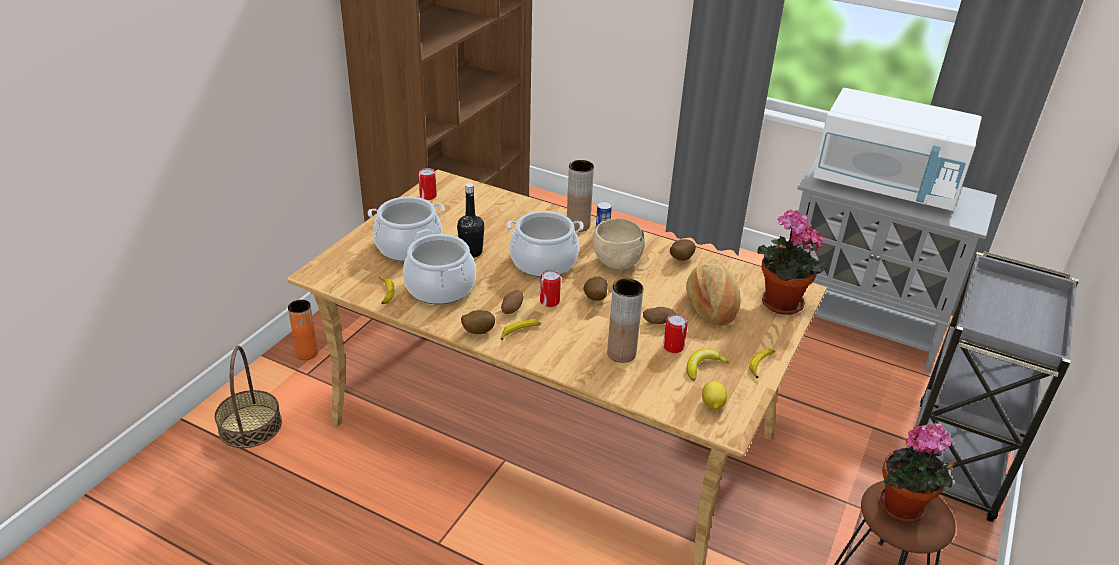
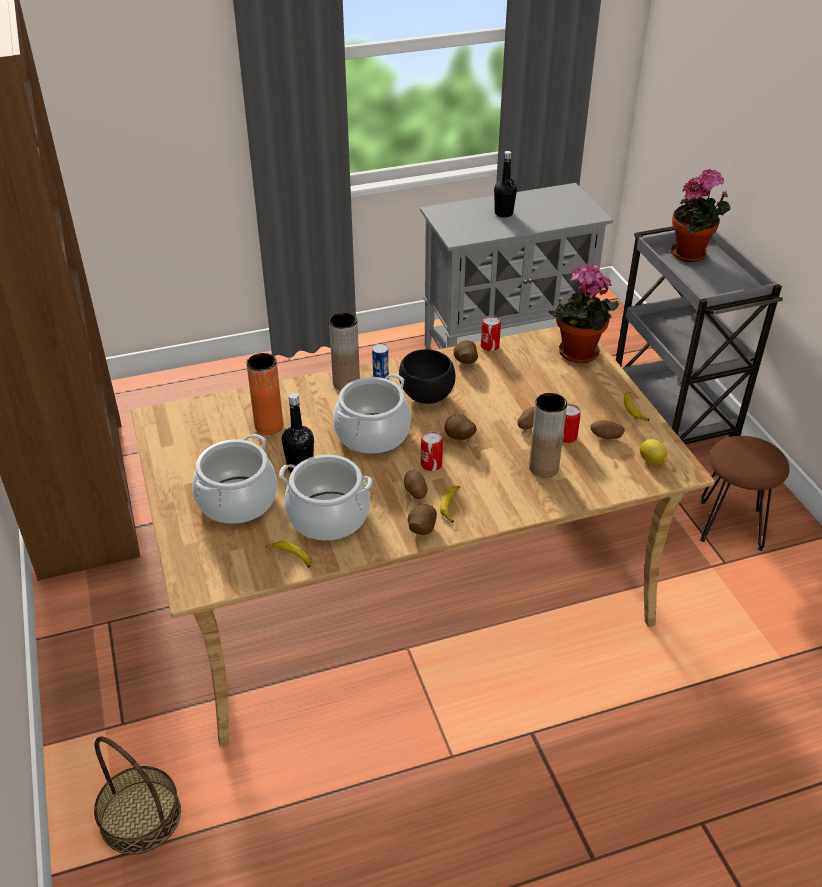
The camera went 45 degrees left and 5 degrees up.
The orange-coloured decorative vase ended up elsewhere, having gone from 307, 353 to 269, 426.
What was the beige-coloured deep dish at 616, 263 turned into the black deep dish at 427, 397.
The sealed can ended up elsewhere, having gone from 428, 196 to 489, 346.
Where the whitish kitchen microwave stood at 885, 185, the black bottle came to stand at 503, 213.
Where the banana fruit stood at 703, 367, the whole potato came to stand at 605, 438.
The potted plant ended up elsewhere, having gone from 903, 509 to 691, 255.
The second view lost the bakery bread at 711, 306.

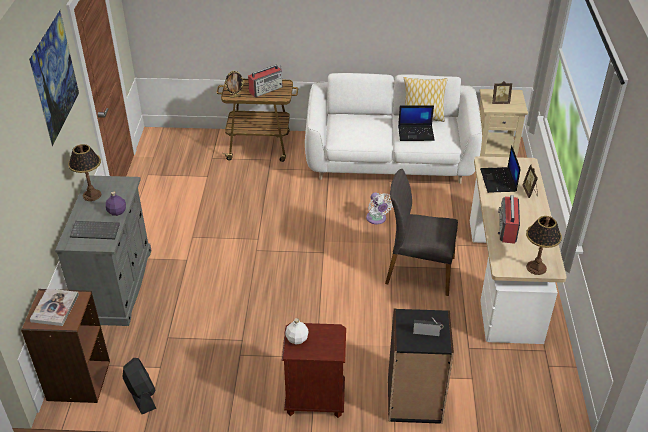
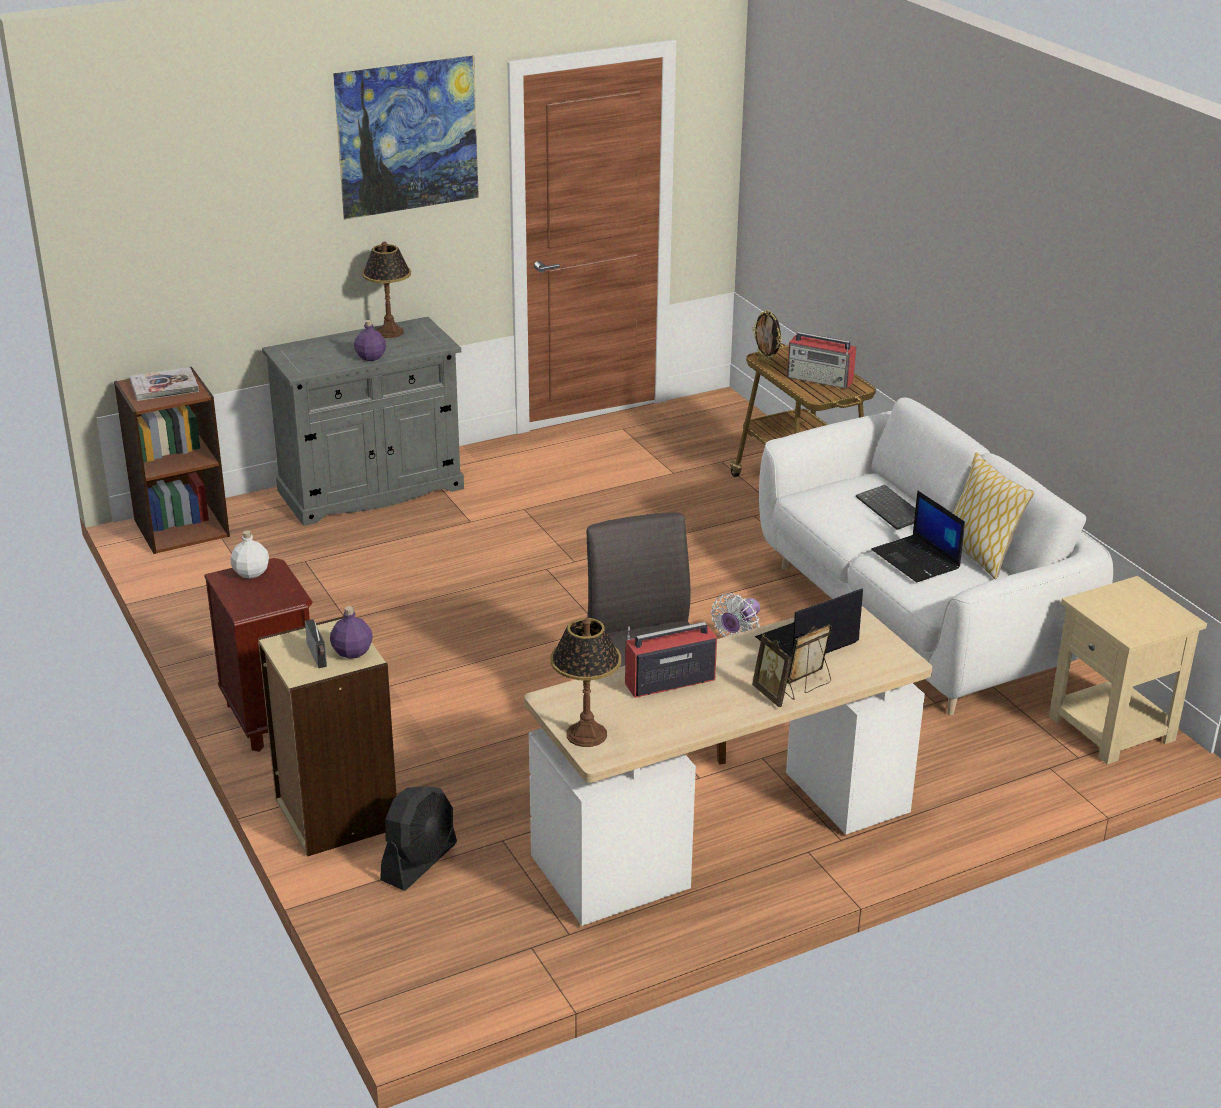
The camera went 60 degrees right and 10 degrees down.
What was the black bookshelf at 414, 401 turned into the beige-coloured bookshelf at 335, 814.
The second view gained the purple-coloured bottle at 351, 652.
The black fan ended up elsewhere, having gone from 141, 395 to 419, 862.
The photo frame ended up elsewhere, having gone from 500, 102 to 774, 695.
The keyboard ended up elsewhere, having gone from 96, 230 to 892, 509.

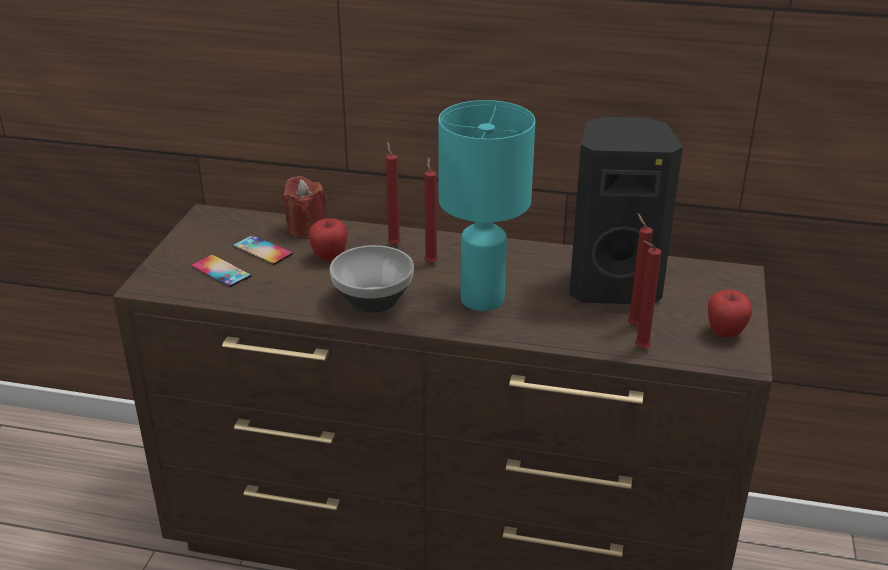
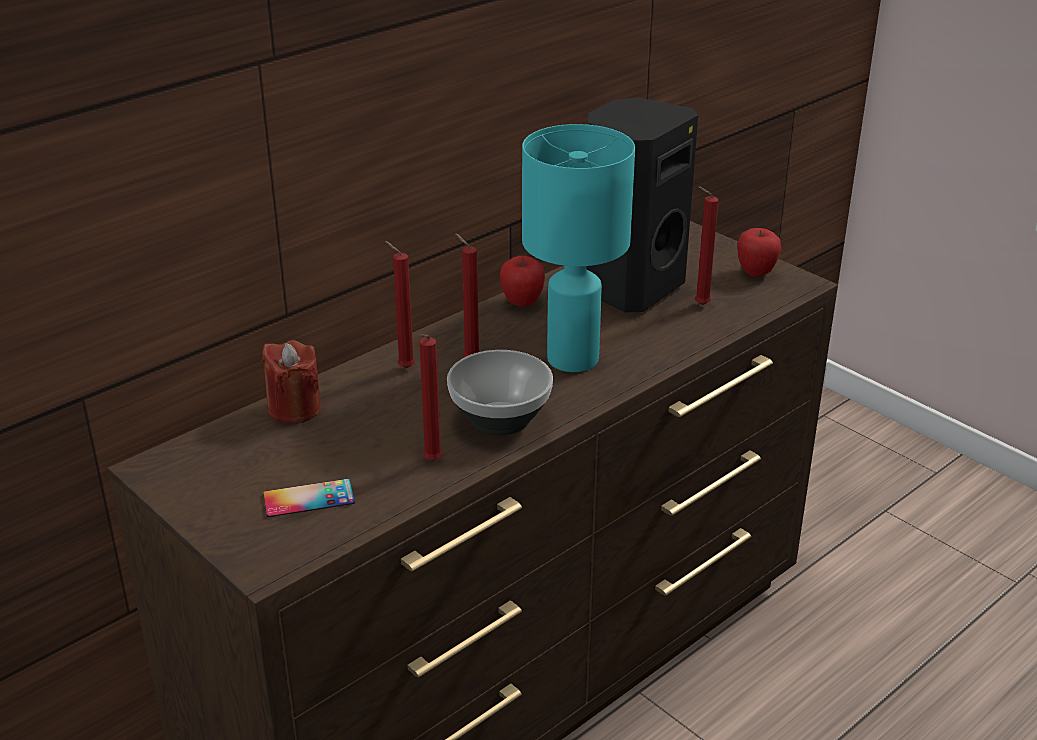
The camera went 55 degrees left and 0 degrees up.
The red-coloured candle ended up elsewhere, having gone from 639, 349 to 431, 462.
The whole apple ended up elsewhere, having gone from 329, 258 to 522, 303.
The second view lost the telephone at 263, 250.

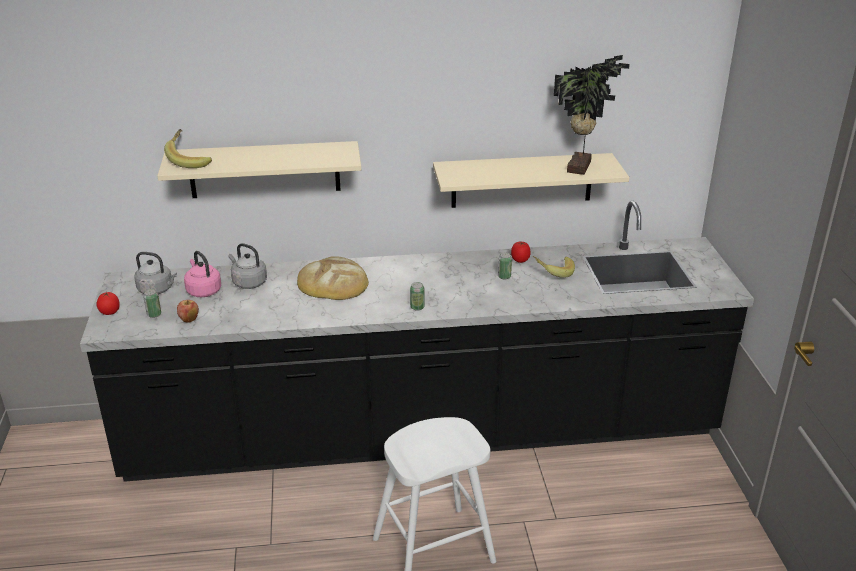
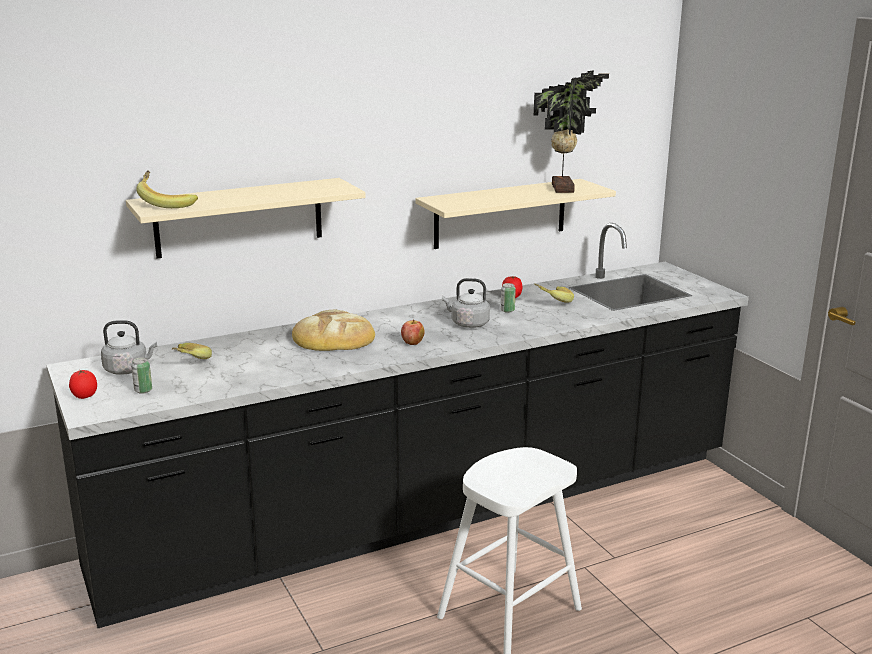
The camera went 20 degrees left and 10 degrees down.
Where the pink-coloured kettle stood at 203, 290, the banana fruit came to stand at 186, 363.
The whole apple ended up elsewhere, having gone from 189, 320 to 412, 343.
The gray kettle ended up elsewhere, having gone from 248, 282 to 467, 324.
The second view lost the sealed can at 417, 307.

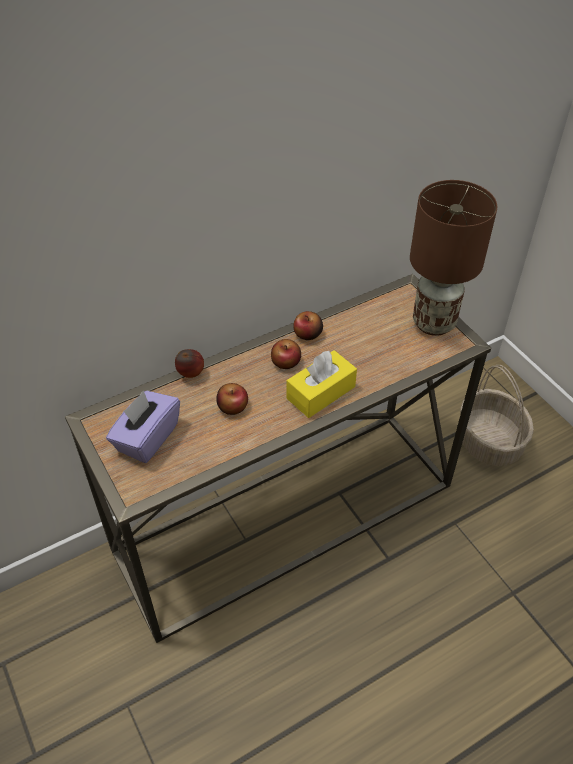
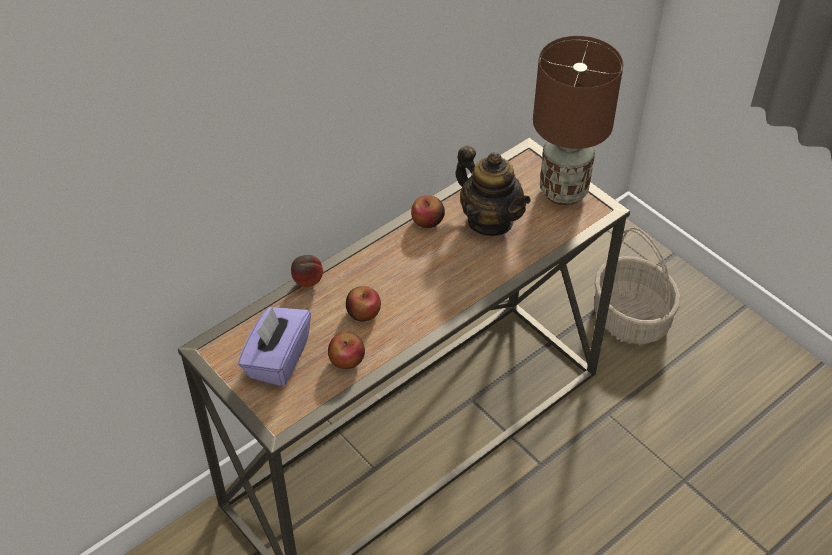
The camera went 10 degrees left and 0 degrees up.
The whole apple ended up elsewhere, having gone from 286, 362 to 347, 359.
The second view gained the tea pot at 490, 220.
The second view lost the yellow-coloured box of tissues at 321, 392.

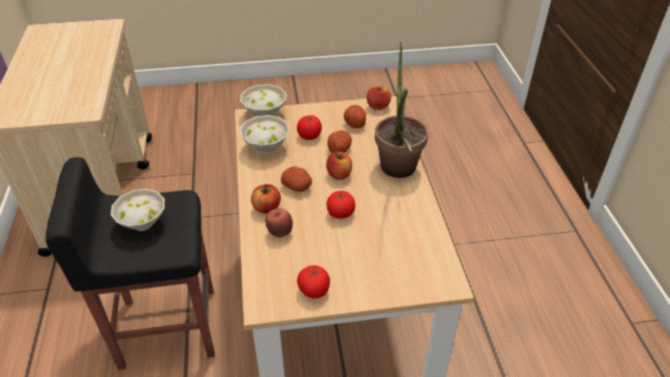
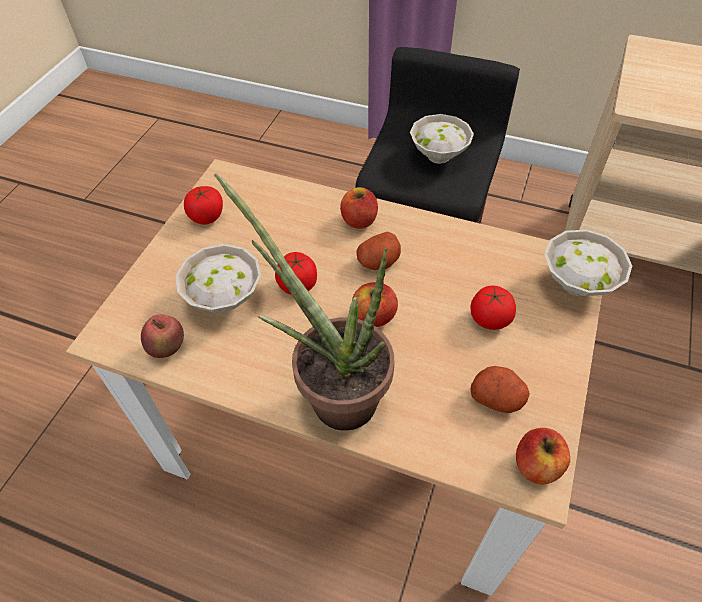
The camera went 120 degrees right and 10 degrees up.
The whole apple ended up elsewhere, having gone from 279, 232 to 168, 348.
The whitish deep dish ended up elsewhere, having gone from 266, 147 to 227, 299.
The second view lost the whole potato at 339, 149.

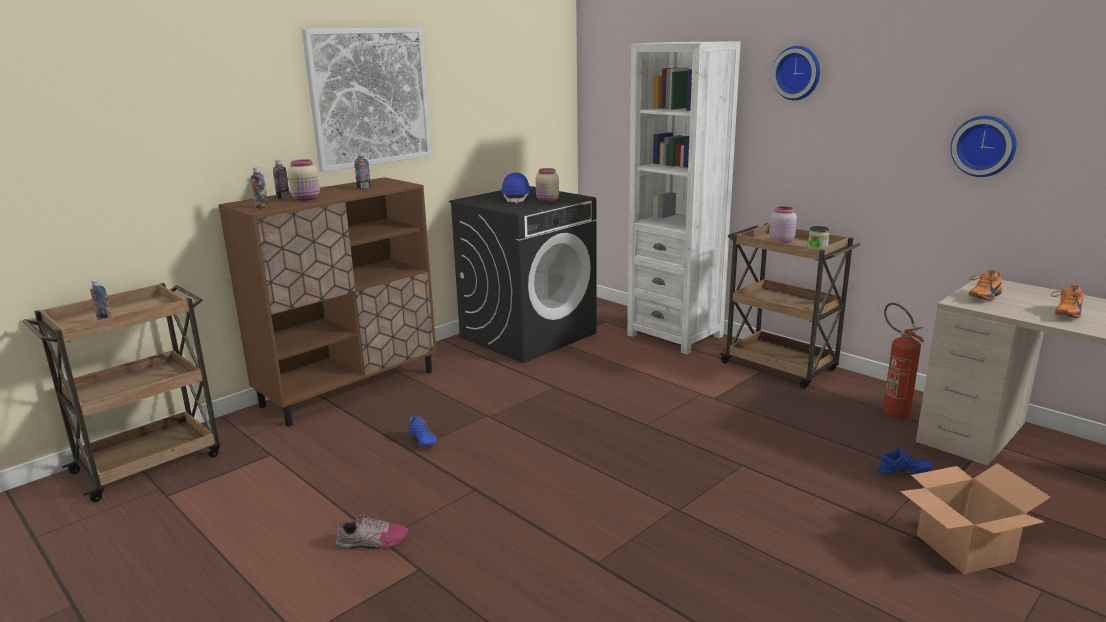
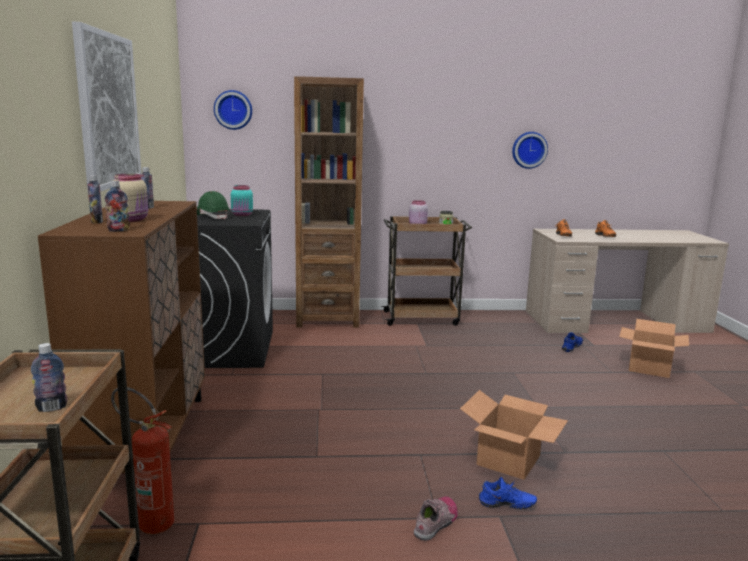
The camera went 50 degrees left and 5 degrees down.
The fire-fighting cylinder ended up elsewhere, having gone from 891, 410 to 149, 522.
What was the blue-coloured safety helmet at 516, 199 turned into the green-coloured safety helmet at 212, 217.
The hanging clock ended up elsewhere, having gone from 798, 73 to 233, 110.
What was the beige-coloured jar at 547, 200 turned into the turquoise jar at 242, 215.
What was the whitish bookshelf at 675, 335 turned into the brownish bookshelf at 327, 319.
The second view gained the packing box at 508, 460.
The blue-coloured low shoe ended up elsewhere, having gone from 421, 442 to 507, 506.

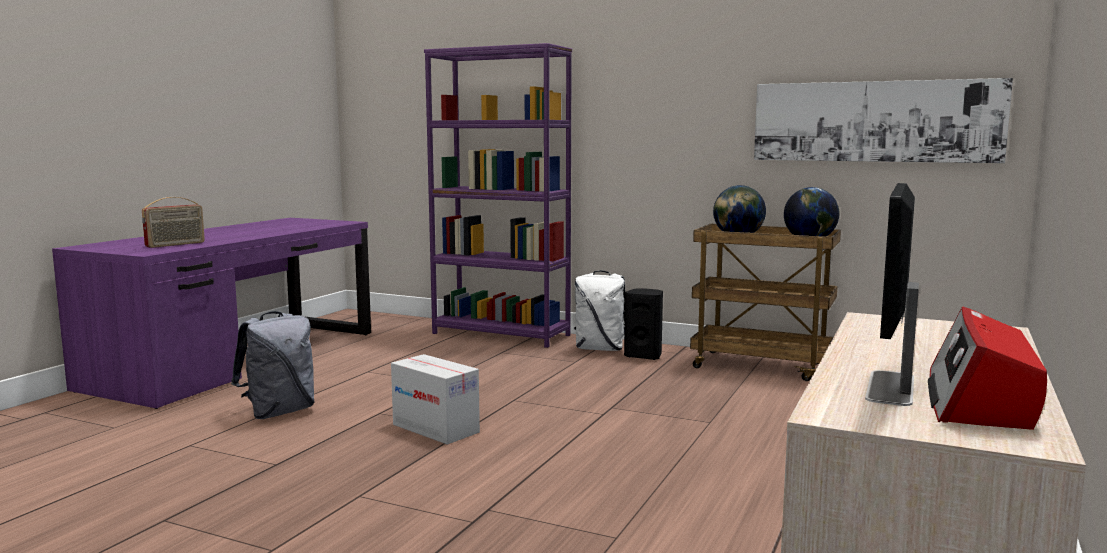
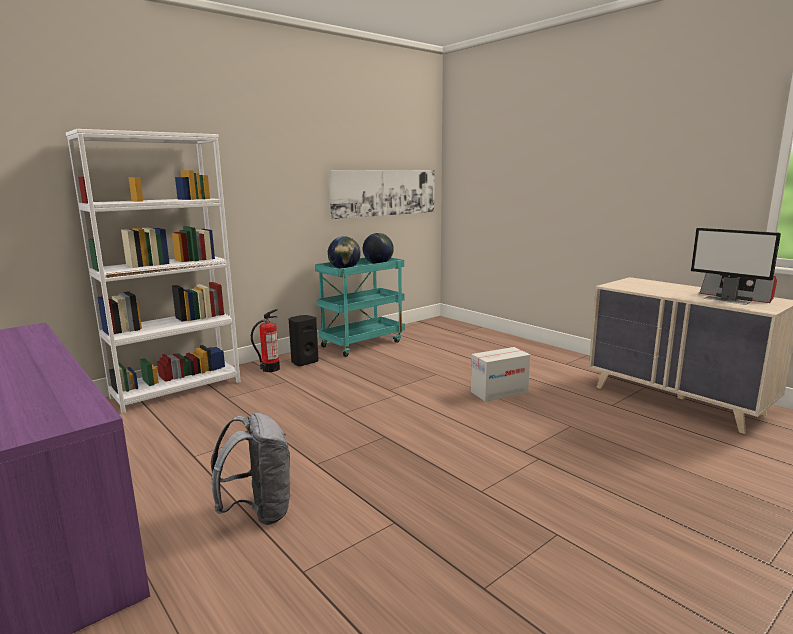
The camera went 65 degrees left and 5 degrees up.
What was the purple-coloured bookshelf at 501, 334 turned into the whitish bookshelf at 177, 389.
Where the whitish backpack stood at 601, 349, the fire-fighting cylinder came to stand at 270, 369.
What was the brownish trolley at 762, 366 turned into the turquoise trolley at 362, 343.
The packing box ended up elsewhere, having gone from 435, 428 to 499, 392.
The second view lost the radio set at 175, 244.

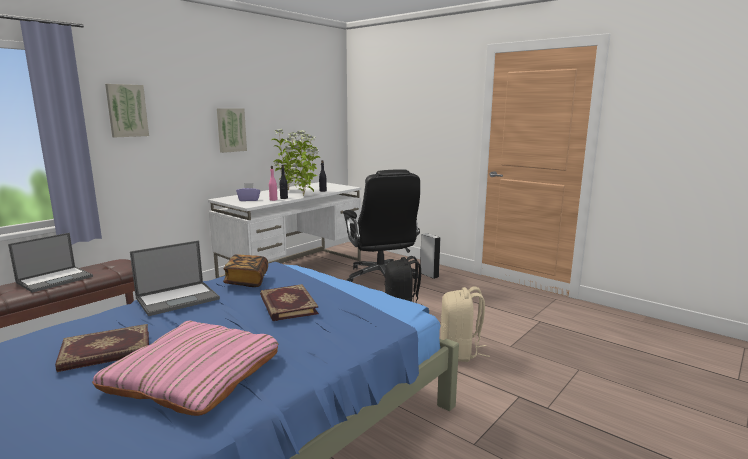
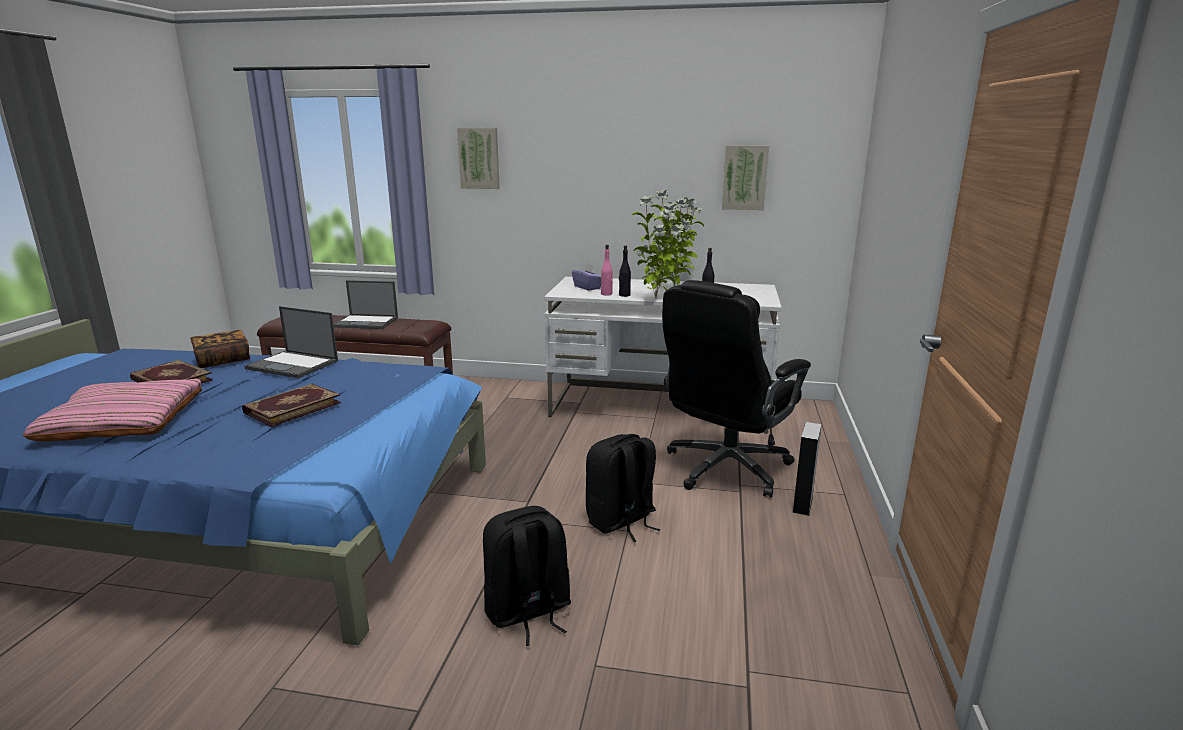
The camera went 60 degrees right and 5 degrees up.
The bound book ended up elsewhere, having gone from 247, 280 to 223, 360.
What was the beige-coloured backpack at 460, 352 turned into the black backpack at 528, 612.
The picture ended up elsewhere, having gone from 231, 130 to 744, 177.

